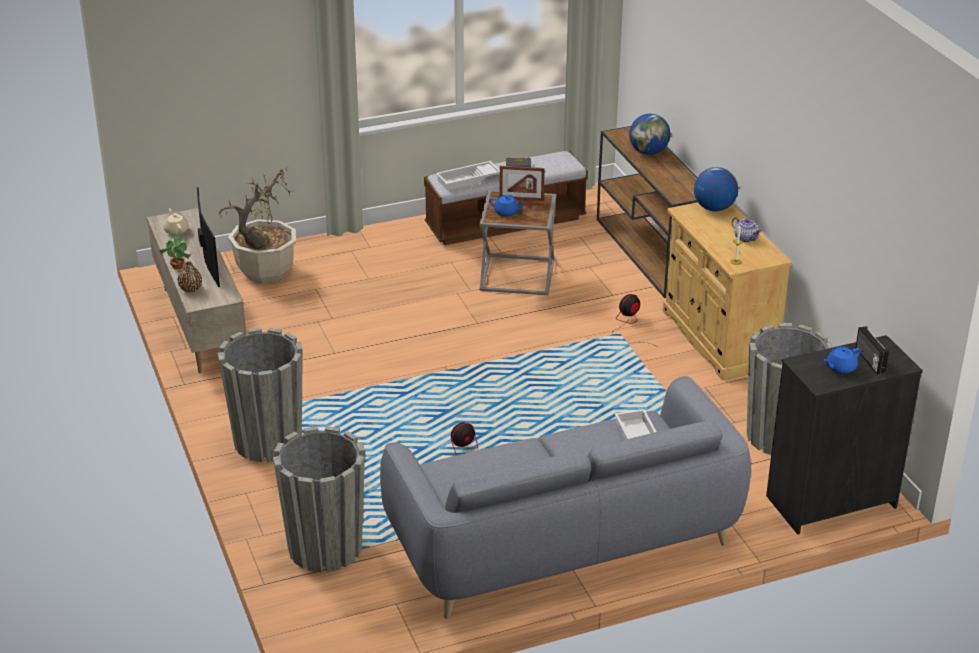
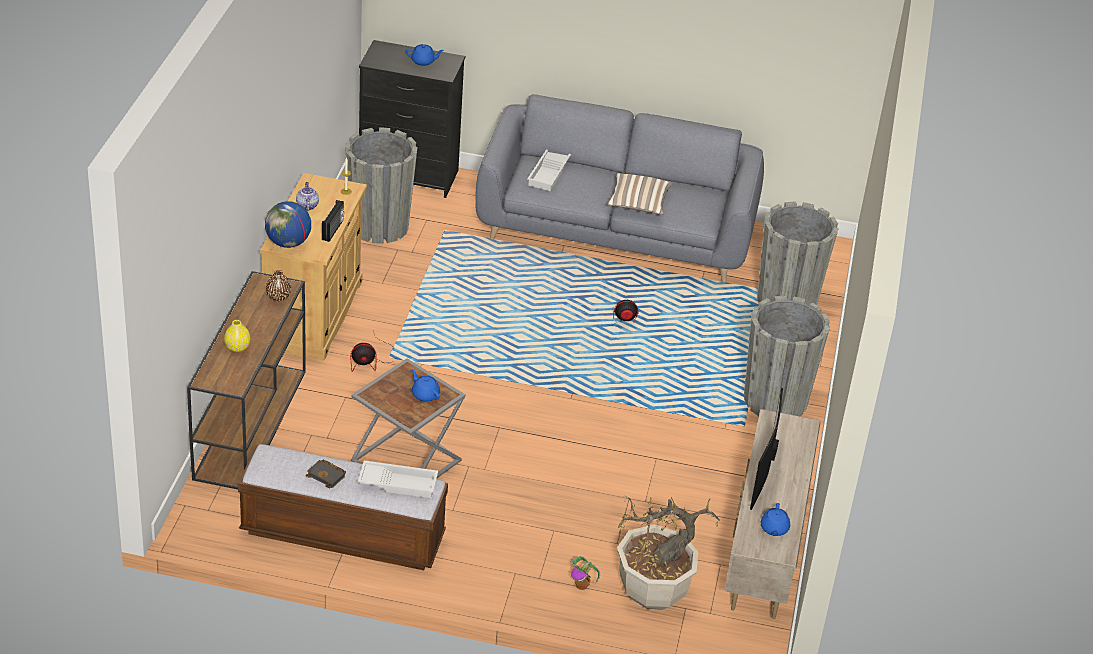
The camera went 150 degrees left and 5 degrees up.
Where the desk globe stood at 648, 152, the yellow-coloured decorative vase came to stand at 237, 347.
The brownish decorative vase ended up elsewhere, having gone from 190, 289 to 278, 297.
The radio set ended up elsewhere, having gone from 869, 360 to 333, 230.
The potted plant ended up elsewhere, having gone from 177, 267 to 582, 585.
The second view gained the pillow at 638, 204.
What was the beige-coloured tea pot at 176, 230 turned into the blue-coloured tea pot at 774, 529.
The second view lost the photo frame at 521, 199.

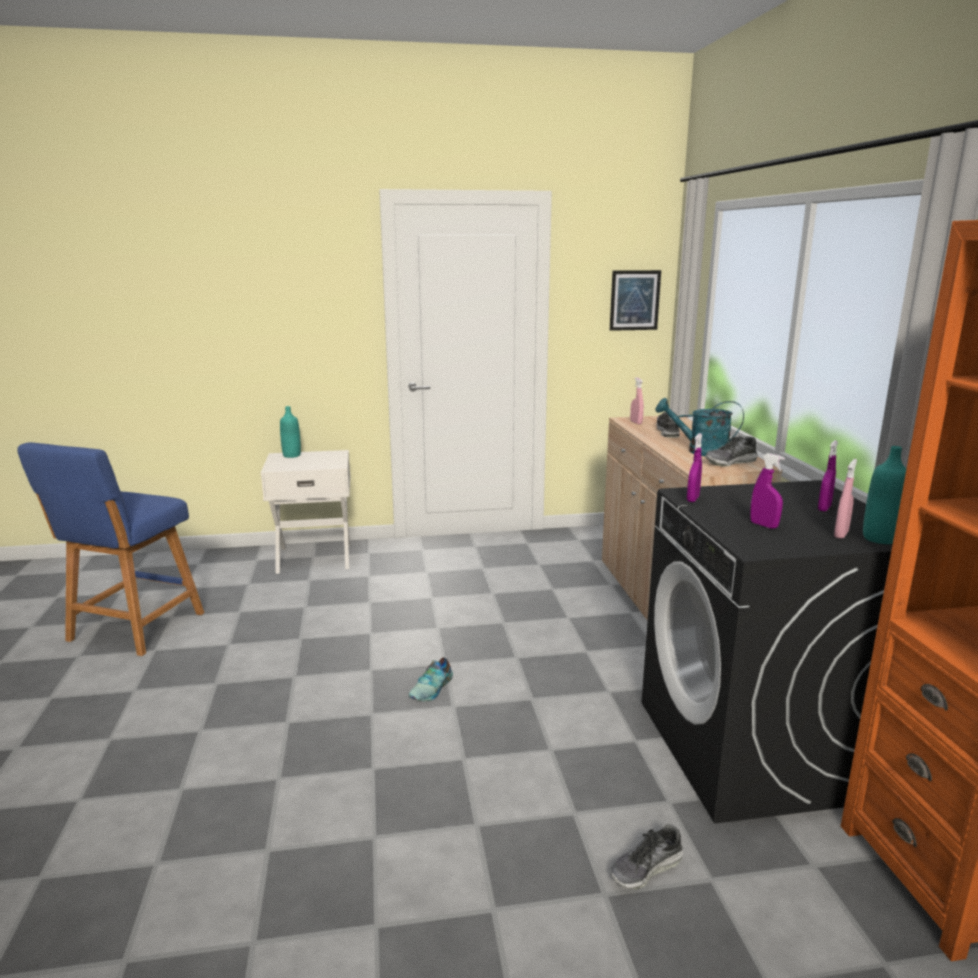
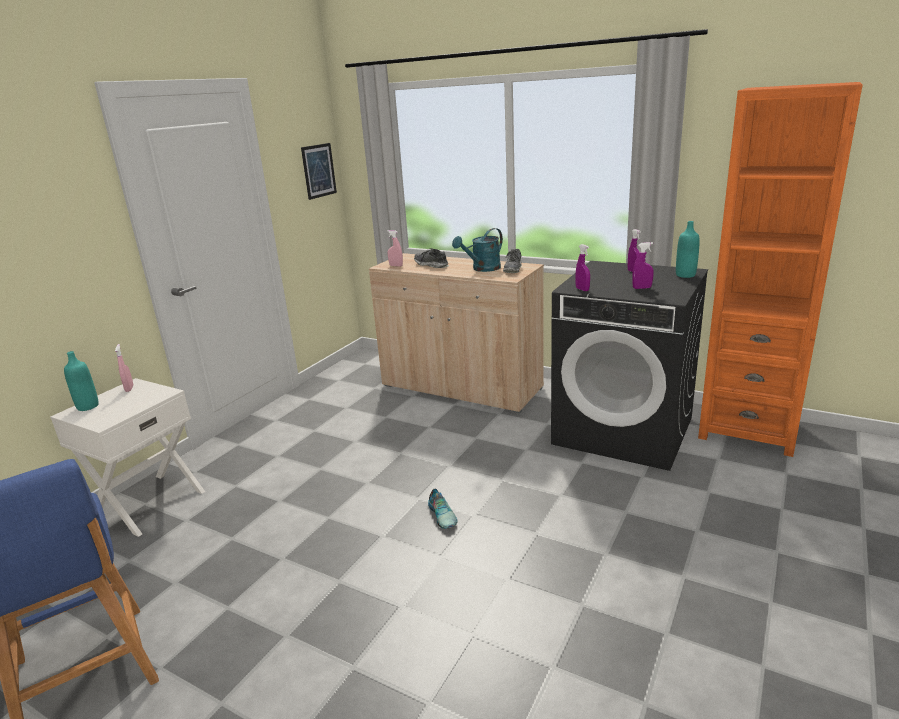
The camera went 50 degrees left and 5 degrees up.
The pink-coloured spray bottle ended up elsewhere, having gone from 841, 534 to 129, 388.
The second view lost the low shoe at 646, 868.

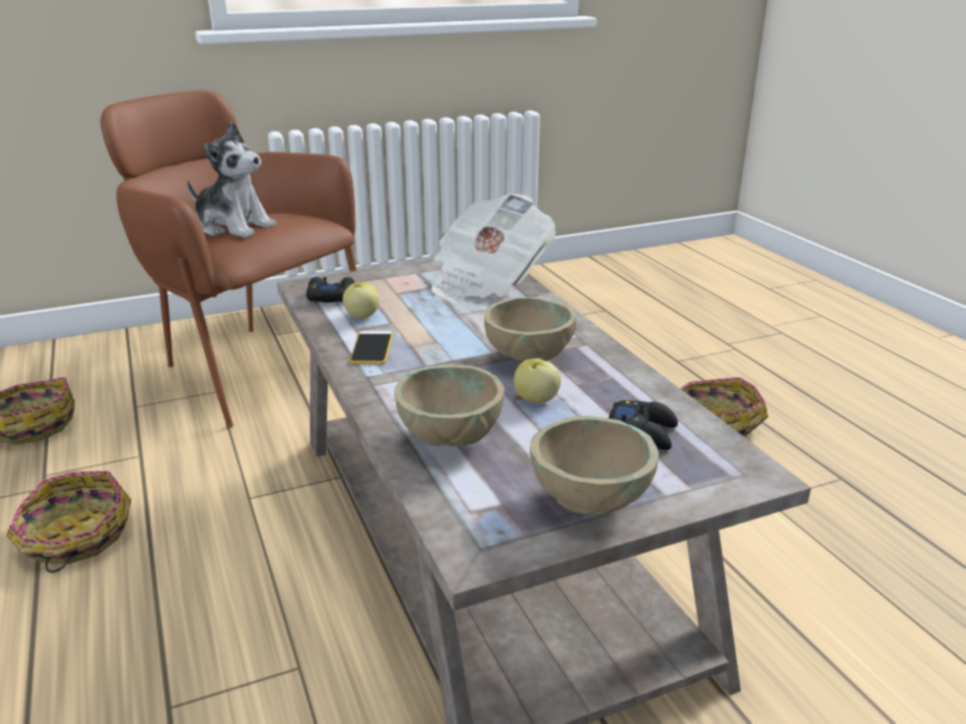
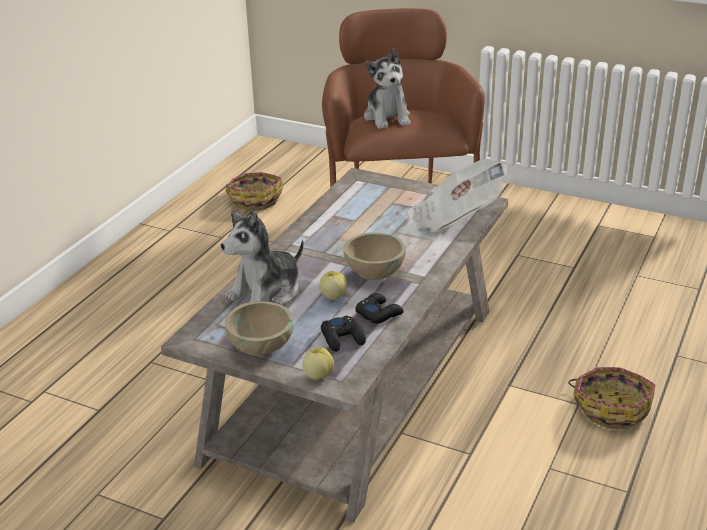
The camera went 50 degrees right and 5 degrees up.
Where the beige-coloured deep dish stood at 451, 438, the cuddly toy came to stand at 266, 292.
The whole apple ended up elsewhere, having gone from 362, 317 to 318, 375.
The black joypad ended up elsewhere, having gone from 330, 296 to 379, 313.
The second view lost the storage basket at 75, 537.
The second view lost the telephone at 372, 348.

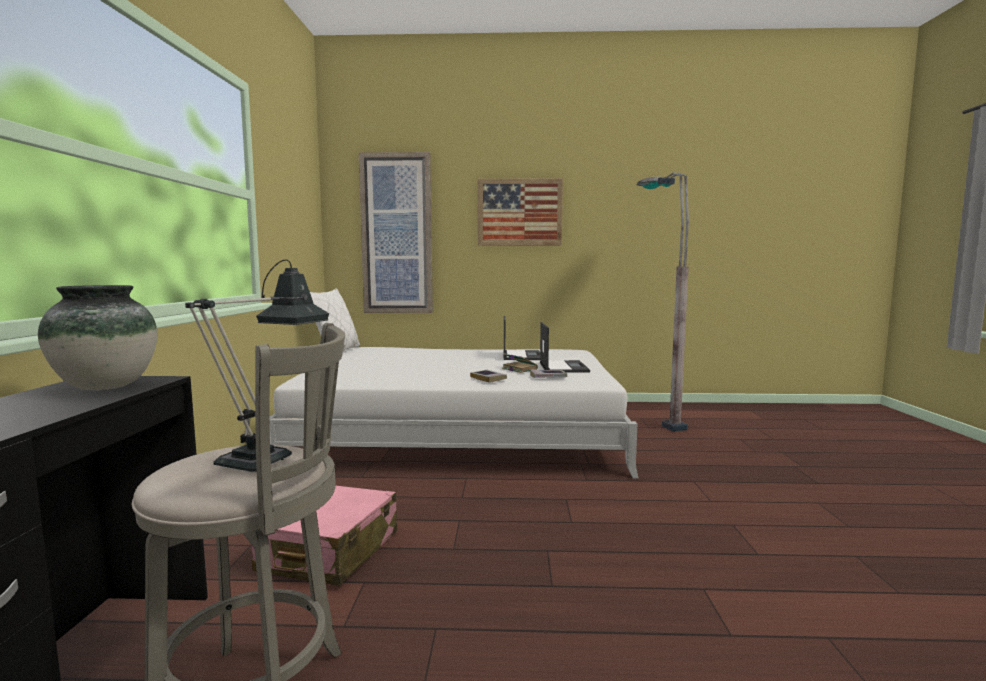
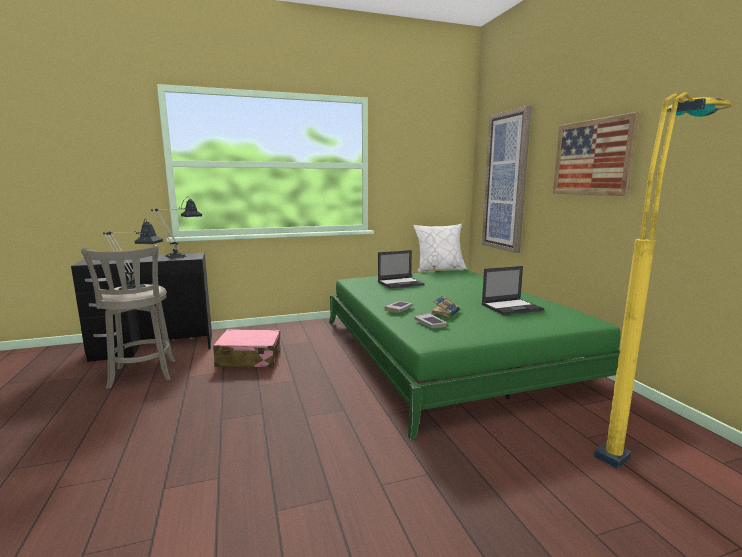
The camera went 70 degrees right and 5 degrees up.
Where the decorative vase stood at 105, 387, the lamp for a table came to stand at 180, 257.
What was the whitish sleeping bed at 460, 432 turned into the green-coloured sleeping bed at 447, 352.
The laptop ended up elsewhere, having gone from 563, 367 to 401, 283.
What was the gray standard lamp at 653, 417 turned into the yellow-coloured standard lamp at 636, 439.

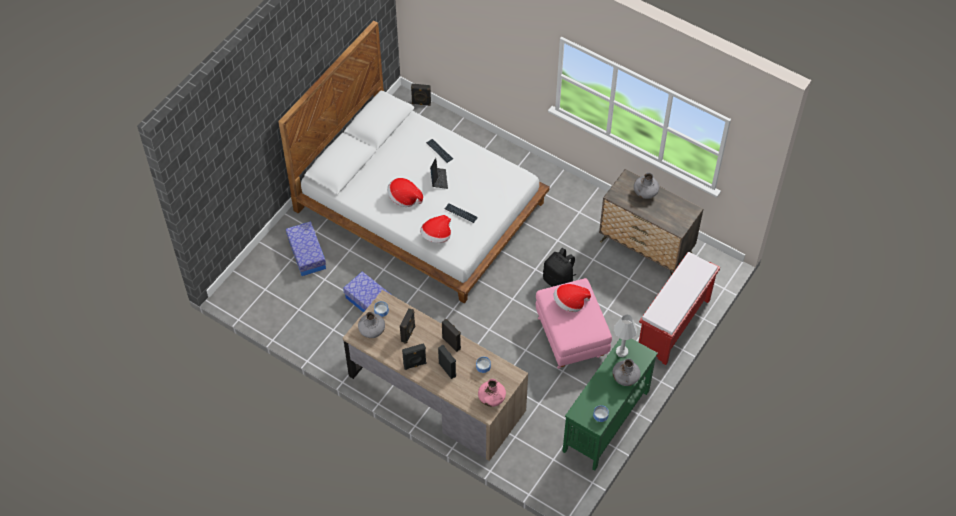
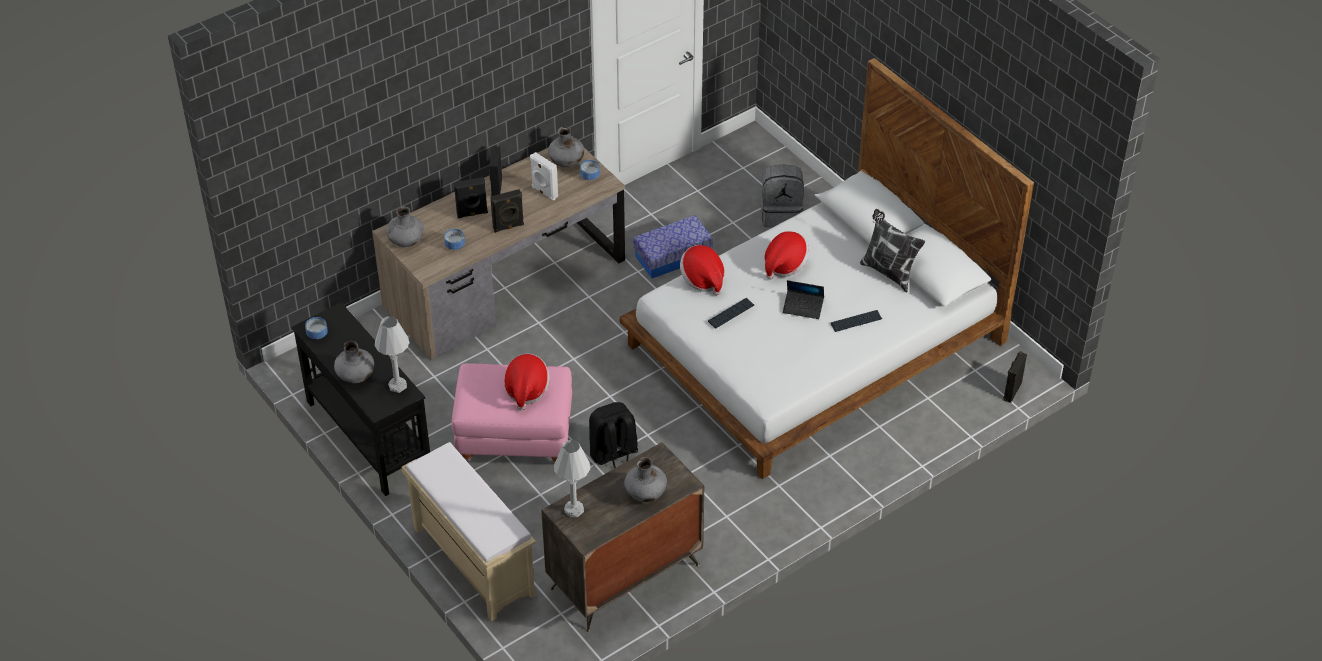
The camera went 110 degrees right and 10 degrees down.
What was the green-coloured console table at 605, 421 turned into the black console table at 368, 435.
What was the pink-coloured decorative vase at 491, 399 turned into the gray decorative vase at 406, 241.
What was the red-coloured bench at 673, 325 turned into the beige-coloured bench at 472, 561.
What was the black loudspeaker at 408, 334 turned into the whitish loudspeaker at 544, 192.
The second view gained the whitish lamp for a table at 574, 510.
Where the storage bin stood at 307, 254, the gray backpack came to stand at 781, 214.
The second view gained the pillow at 888, 272.

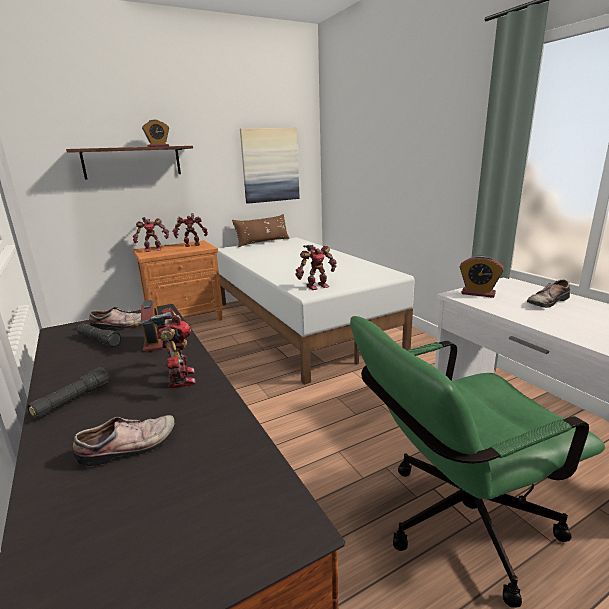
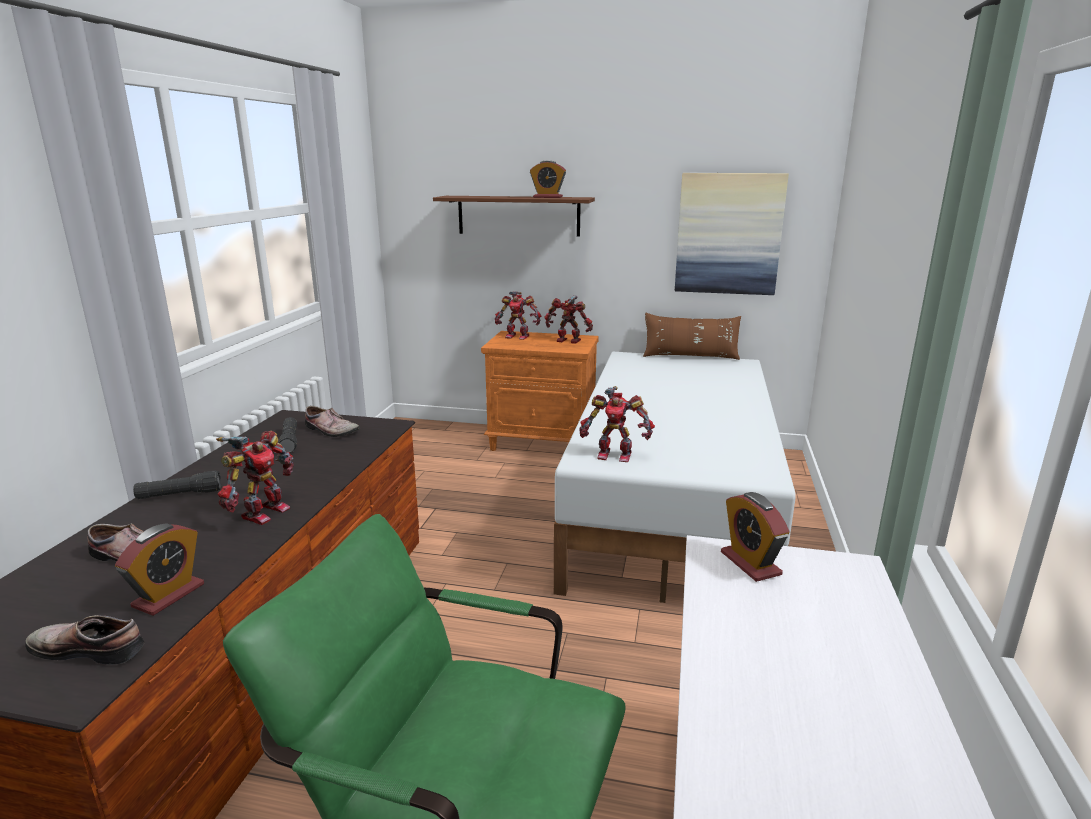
The camera went 40 degrees right and 0 degrees up.
The low shoe ended up elsewhere, having gone from 546, 301 to 91, 648.
The table clock ended up elsewhere, having gone from 154, 343 to 168, 595.

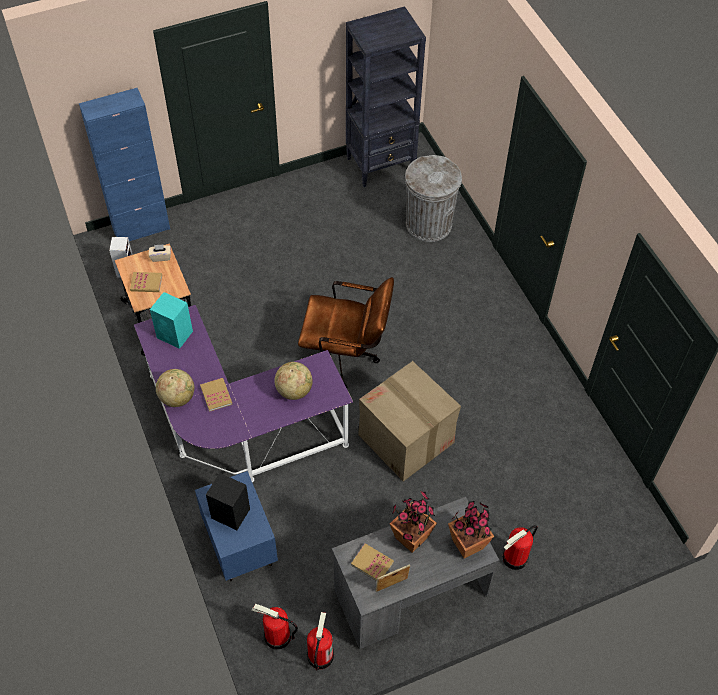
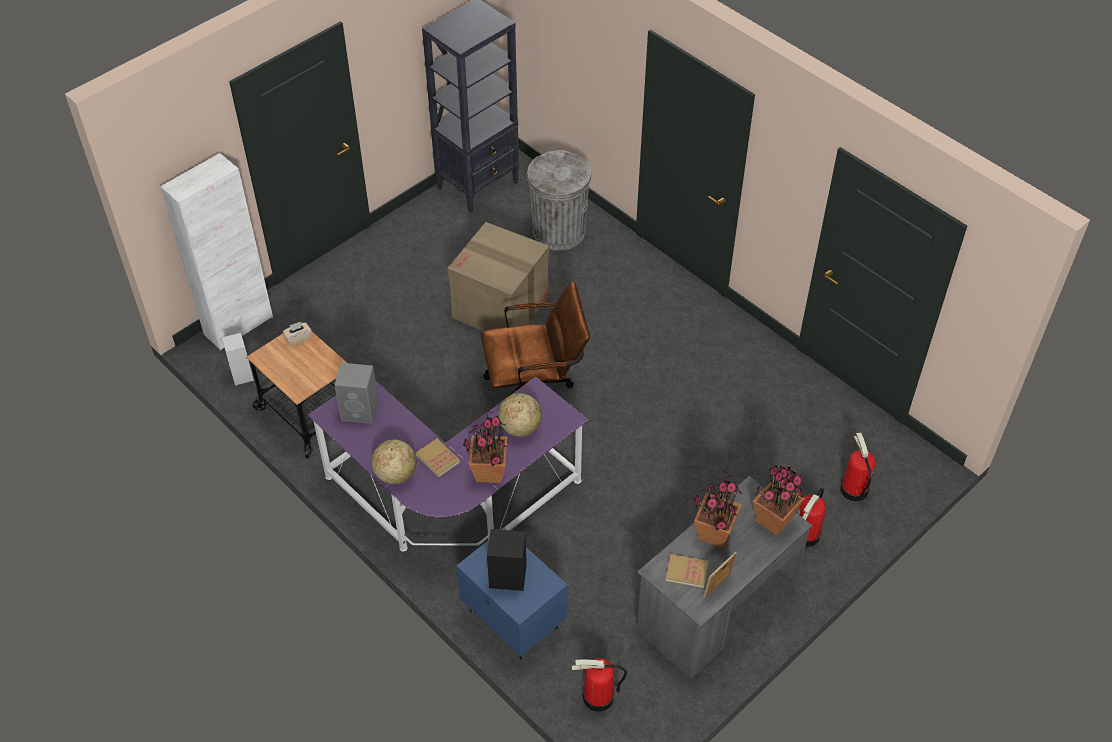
The camera went 20 degrees left and 5 degrees down.
What was the blue-coloured storage cabinet at 141, 228 turned into the whitish storage cabinet at 238, 325.
What was the turquoise loudspeaker at 175, 335 turned into the gray loudspeaker at 361, 411.
The packing box ended up elsewhere, having gone from 406, 439 to 501, 307.
The second view gained the potted plant at 489, 472.
The fire-fighting cylinder ended up elsewhere, having gone from 320, 655 to 853, 489.
The second view lost the bound book at 146, 283.

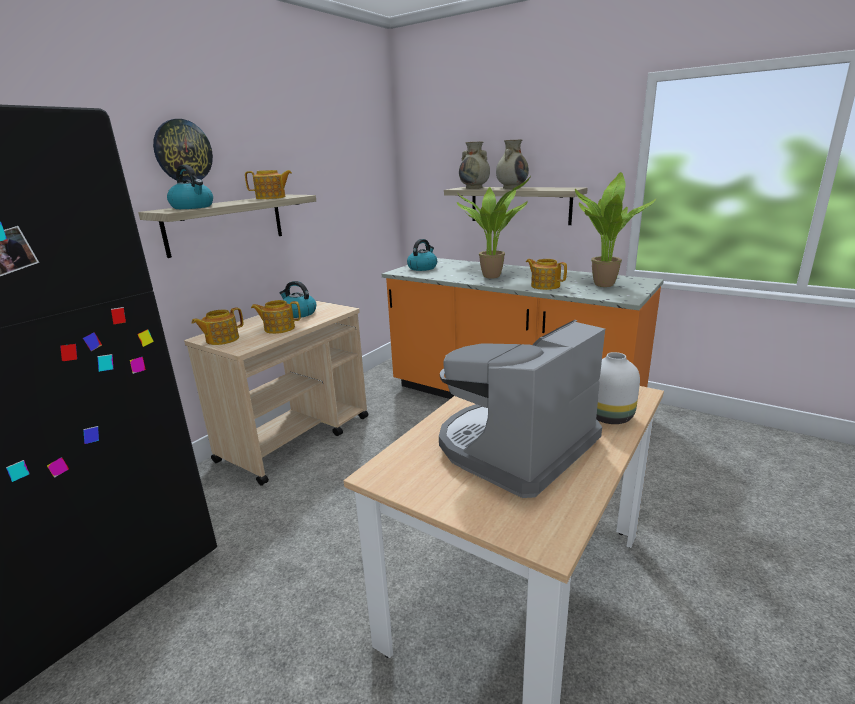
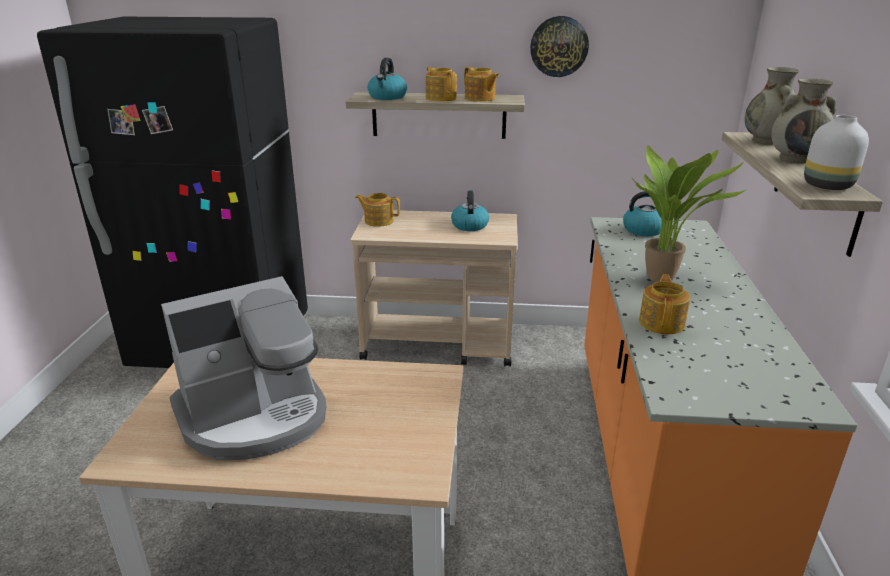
The camera went 60 degrees right and 5 degrees up.
The coffee maker at 515, 448 ended up facing another way, 135 degrees clockwise from before.
The tea pot ended up elsewhere, having gone from 279, 328 to 441, 98.
The hanging clock ended up elsewhere, having gone from 183, 151 to 559, 46.
The whitish decorative vase ended up elsewhere, having gone from 609, 417 to 826, 186.
The second view lost the potted plant at 600, 284.

